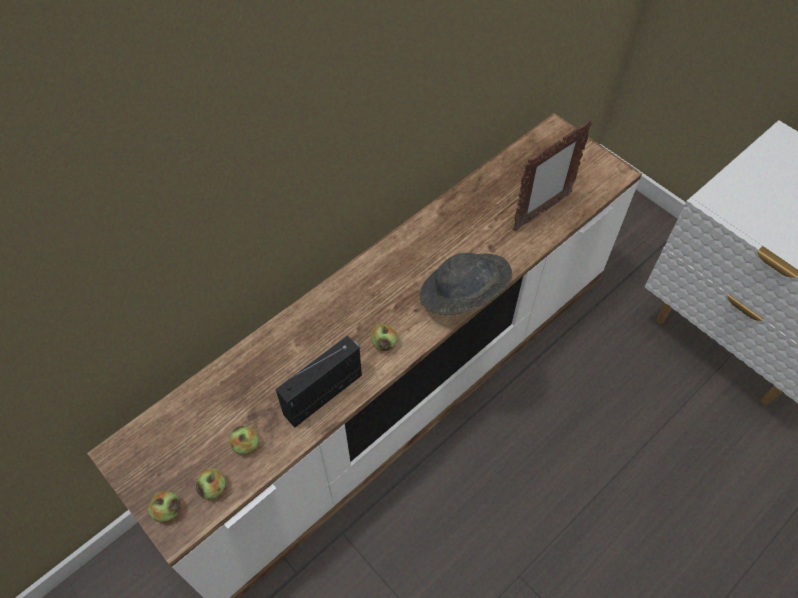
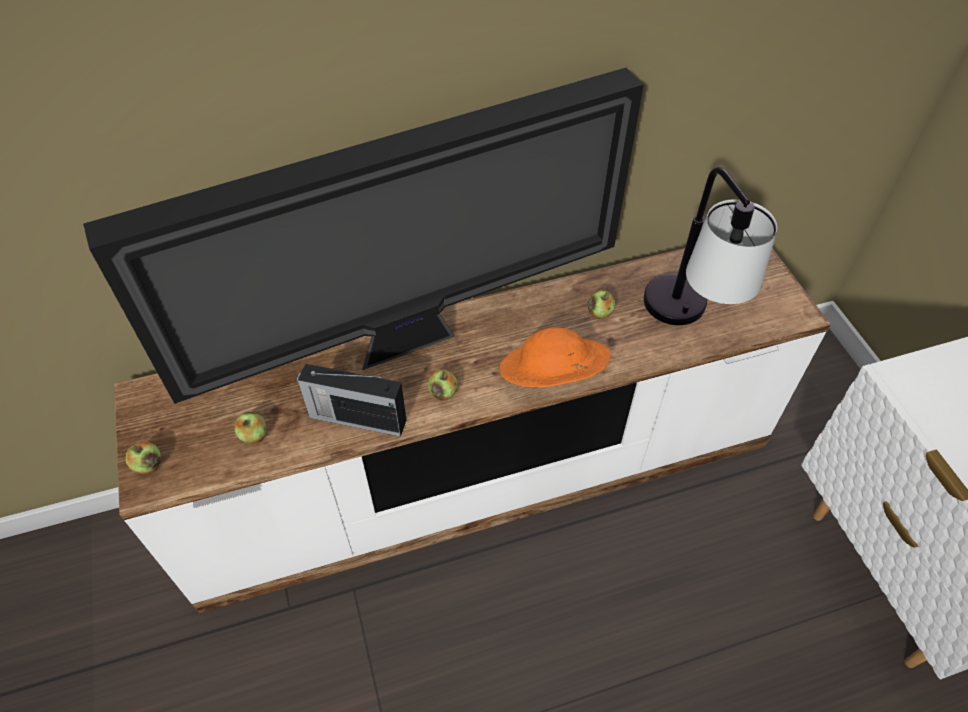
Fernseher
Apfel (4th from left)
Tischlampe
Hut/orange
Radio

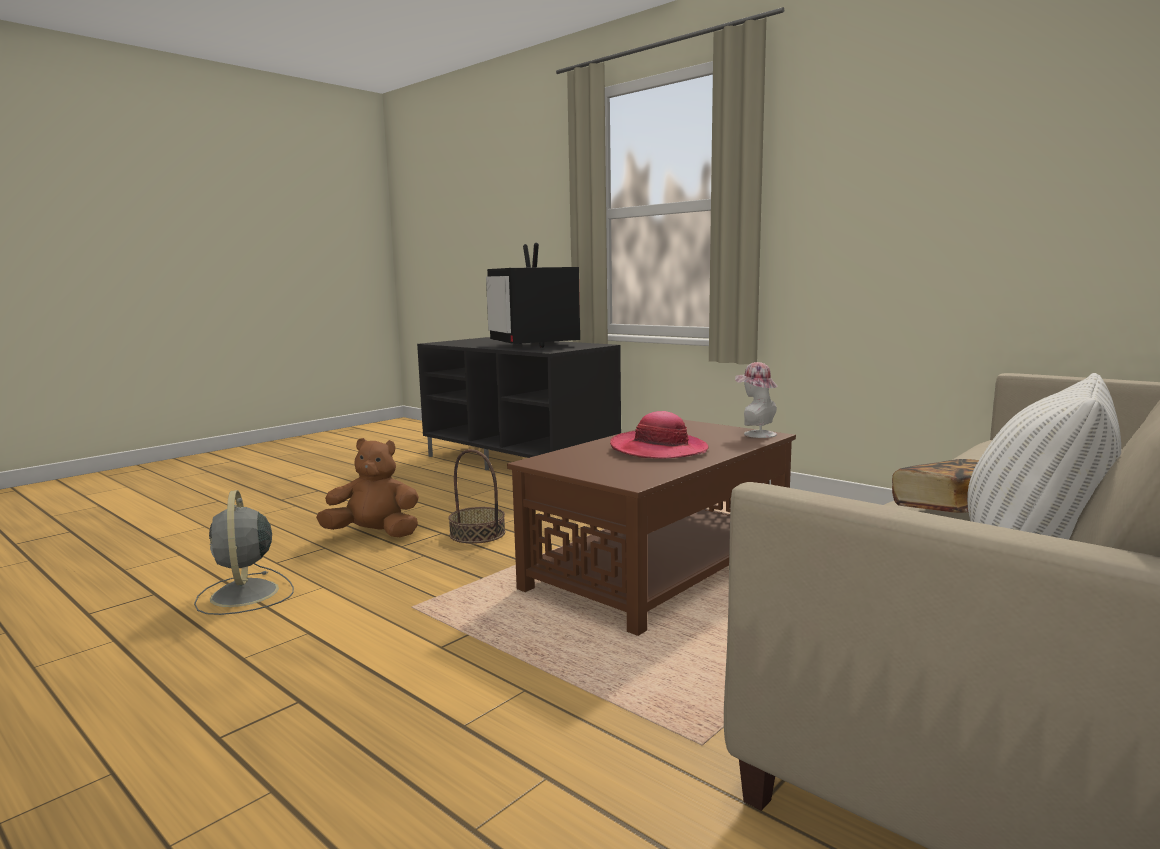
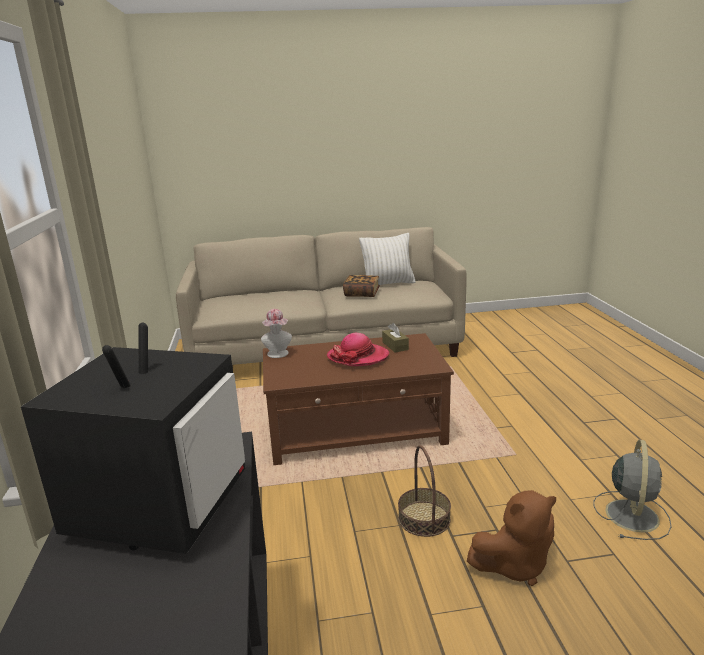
Taschentuchbox/braun
Plüschtier/braun

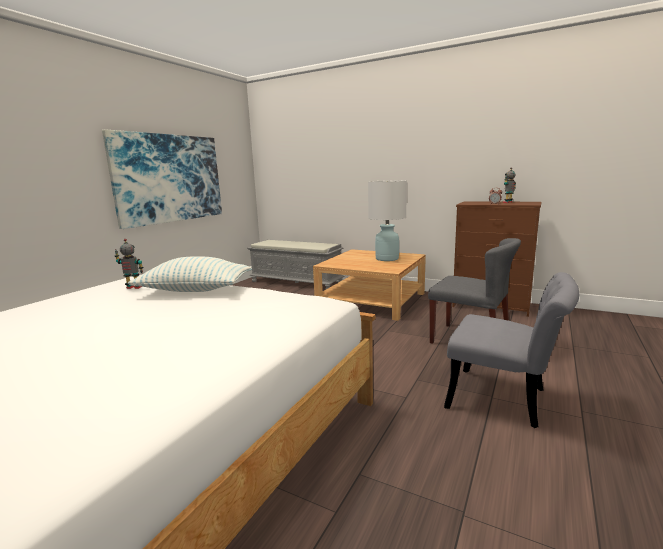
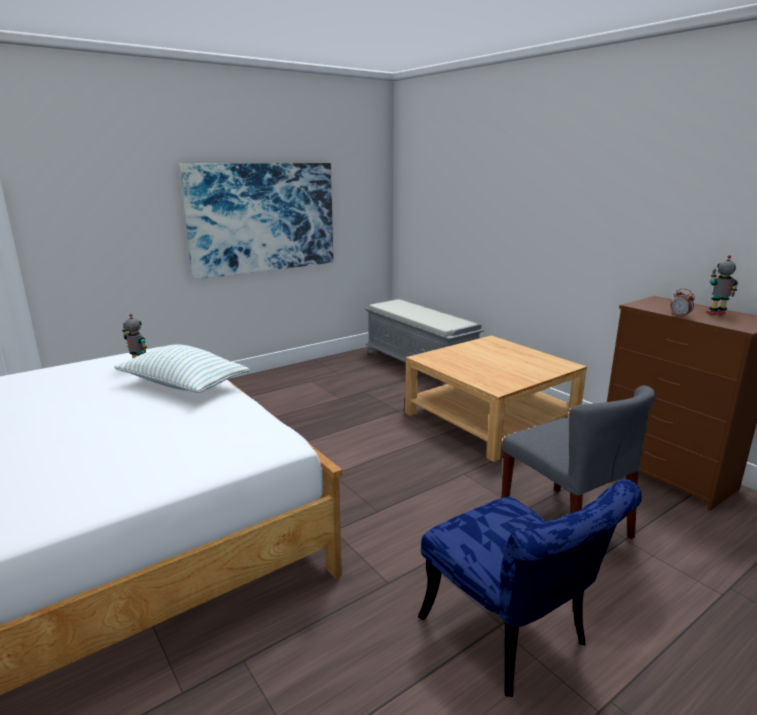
Tischlampe/weiß
Stuhl/blau

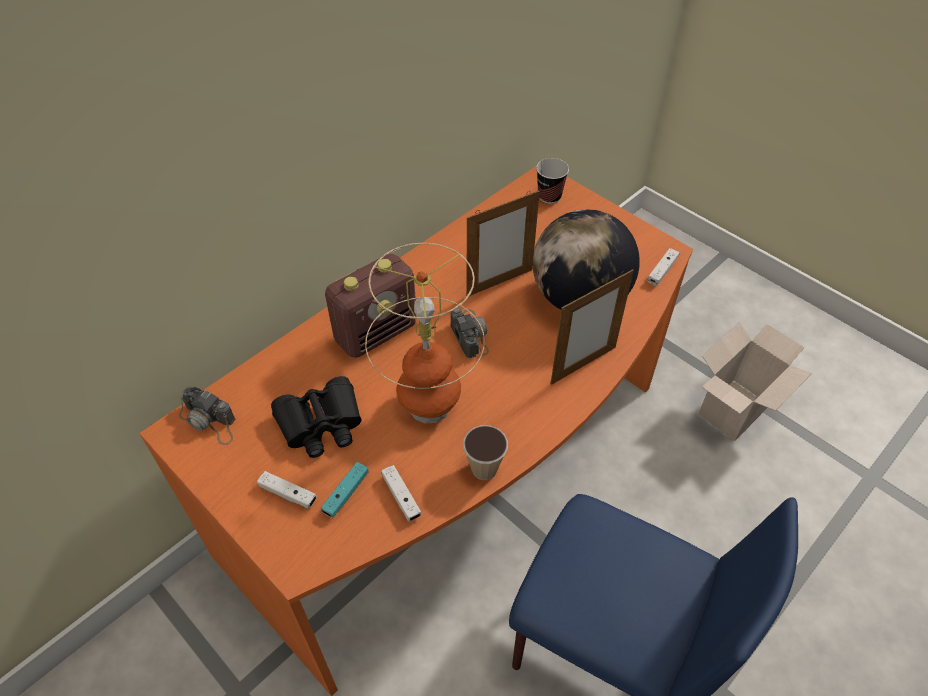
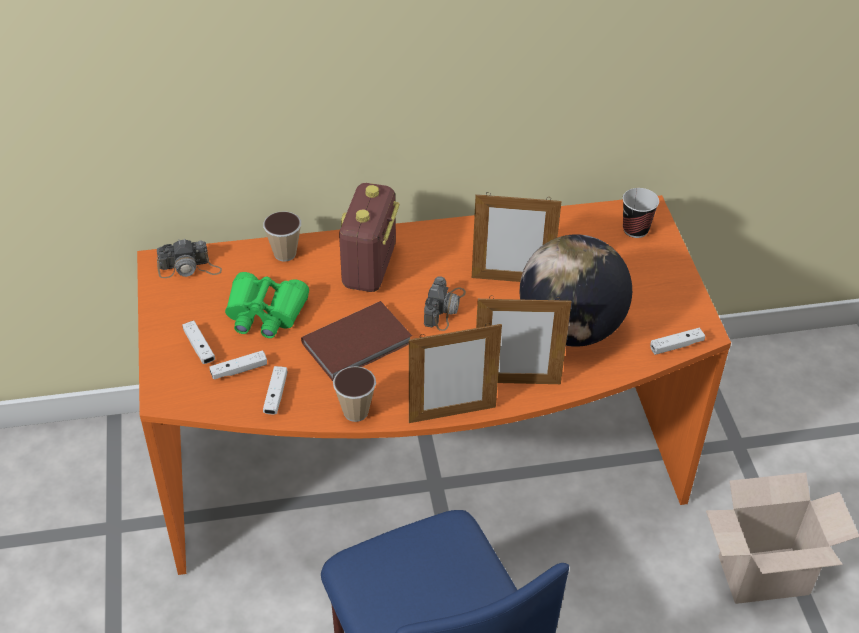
Tasse (1st from left)
Bilderrahmen (1st from left)
Buch/braun
Fernglas/grün
Gamepad/weiß (2nd from left)
Kamera (1st from left)
Radio

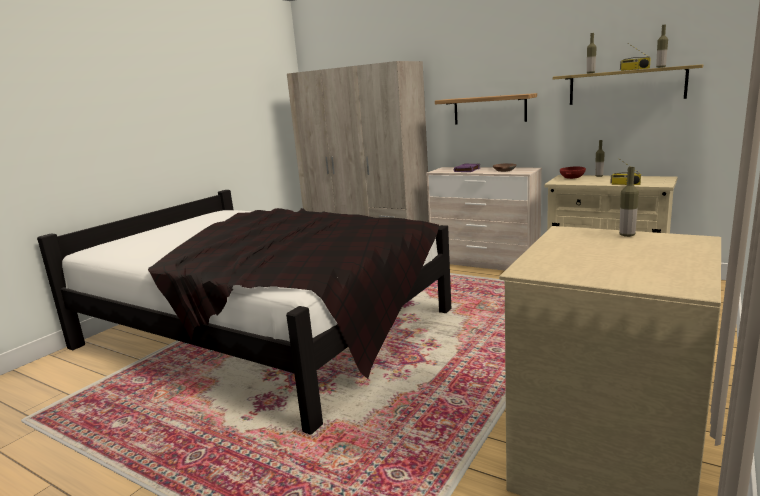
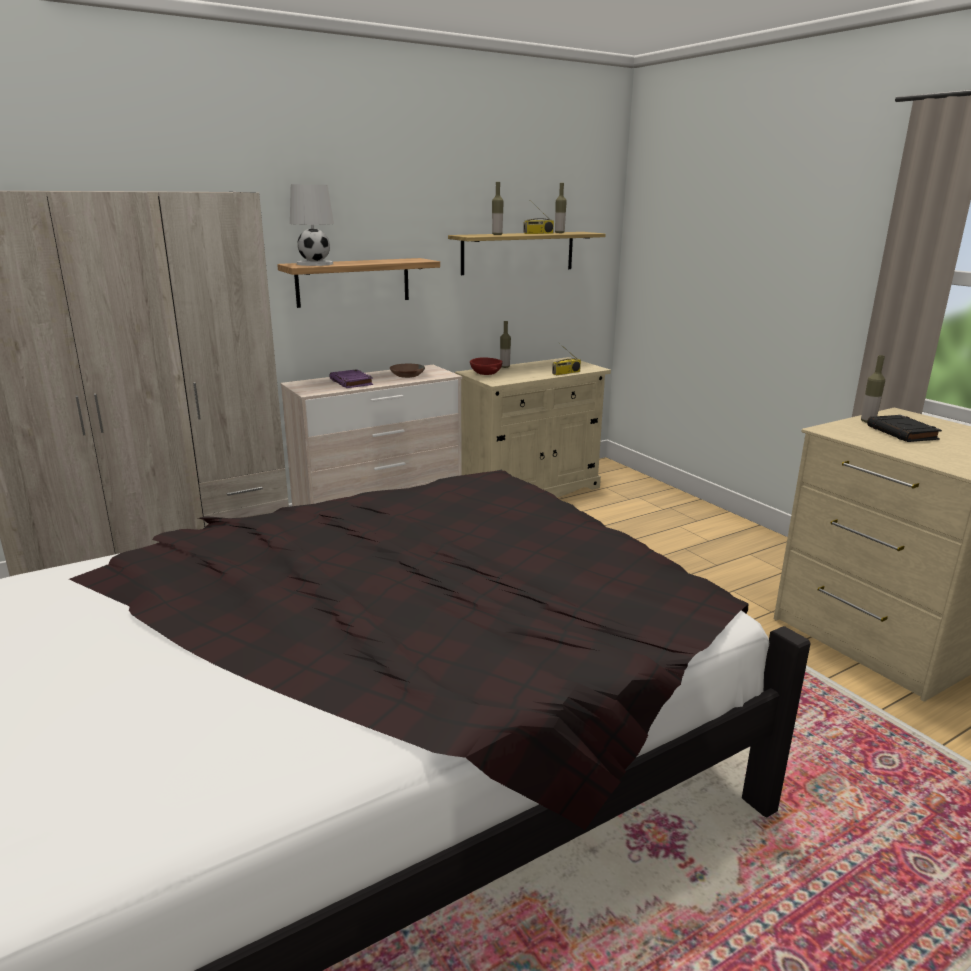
Tischlampe/weiß
Buch/schwarz

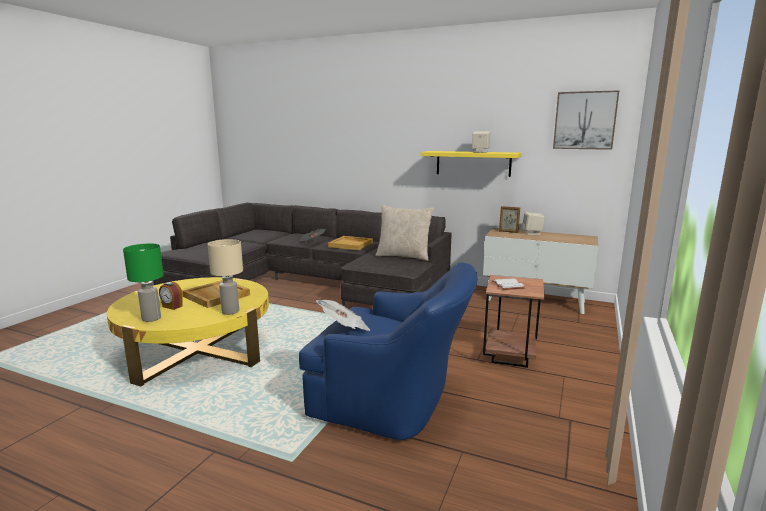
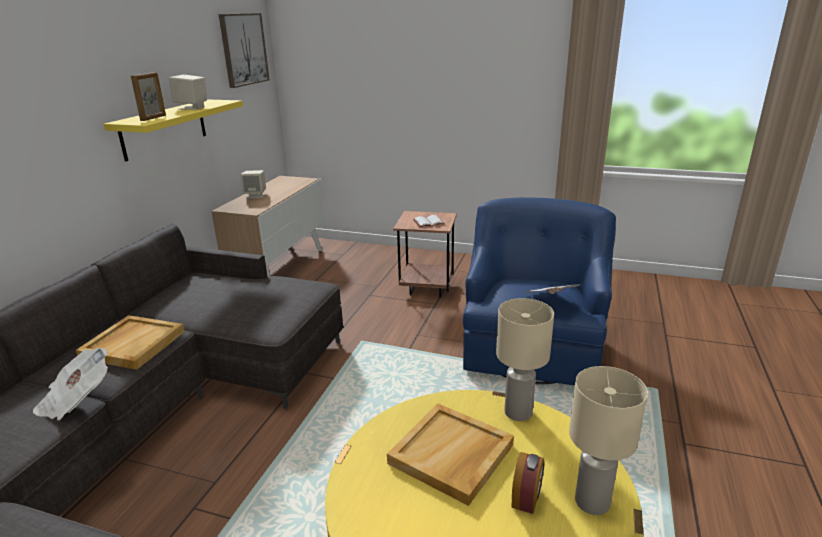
Kissen/beige
Bilderrahmen
Tischlampe/beige (2nd from left)

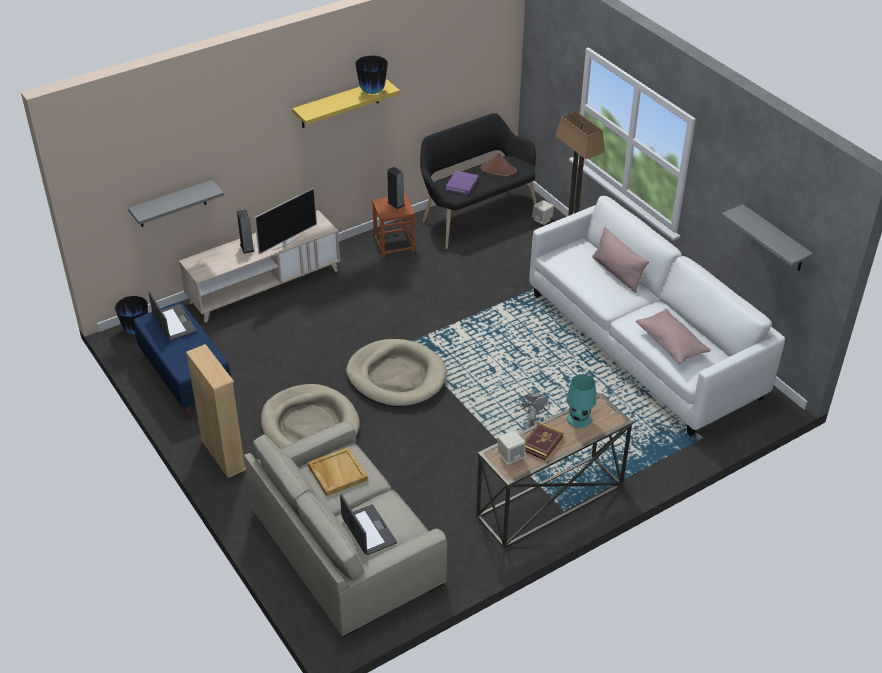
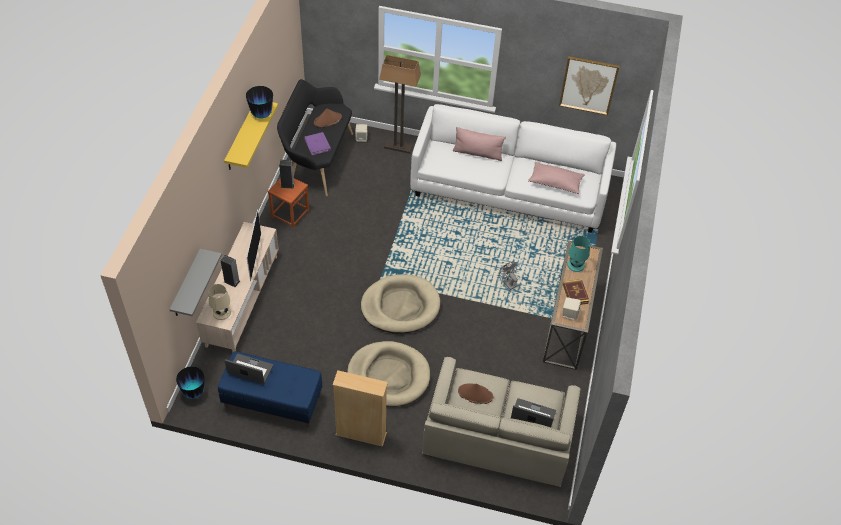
Tischlampe/beige
Hut/braun (2nd from left)
Bild

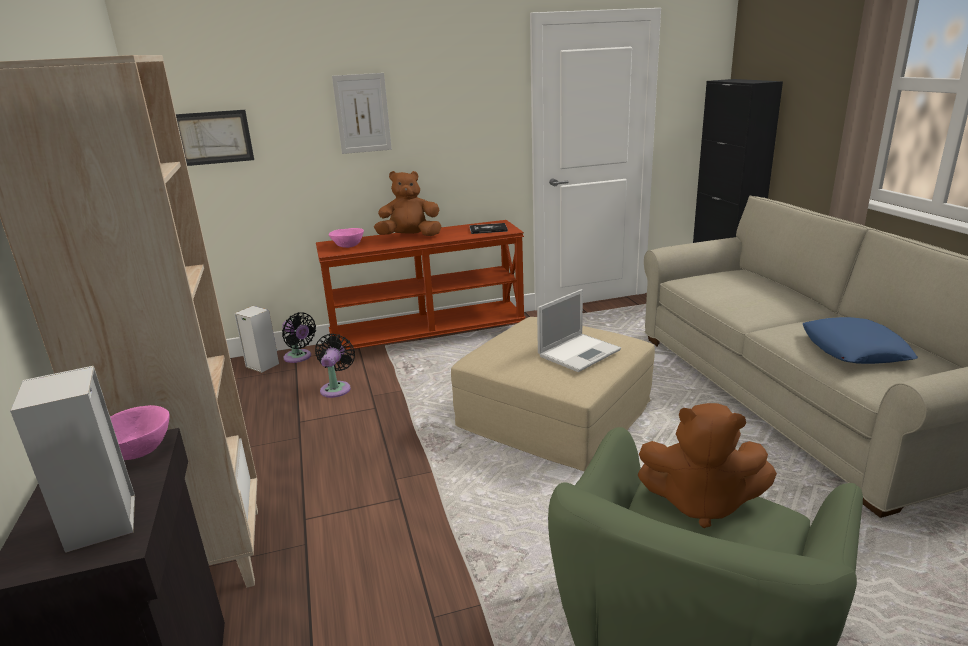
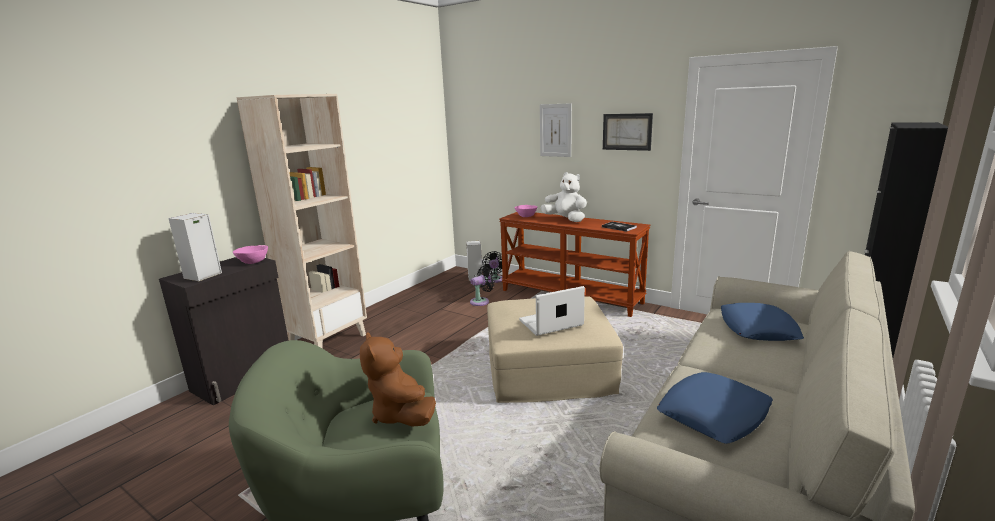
Kissen/blau (2nd from left)
Bild (2nd from left)
Plüschtier/weiß
Laptop

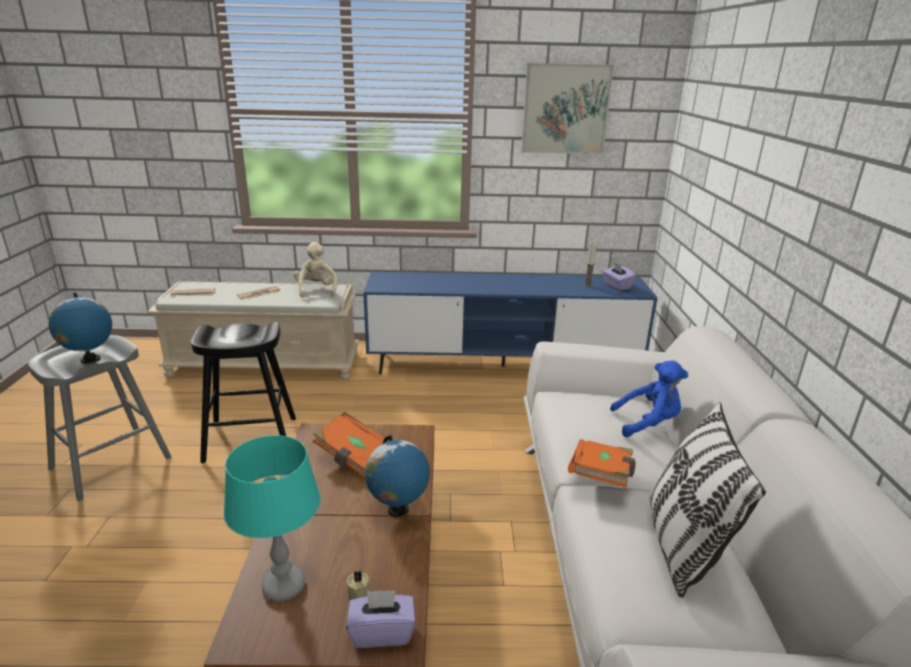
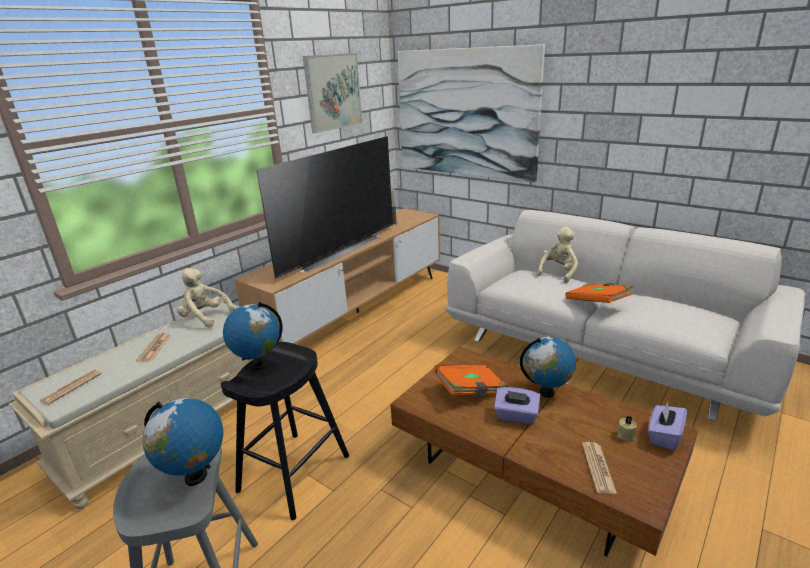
Kissen
Globus (2nd from left)
Fernseher
Bild (2nd from left)
Taschentuchbox/lila (1st from left)
Zeitung (3rd from left)
Fernsehschrank/braun
Plüschtier/beige (2nd from left)

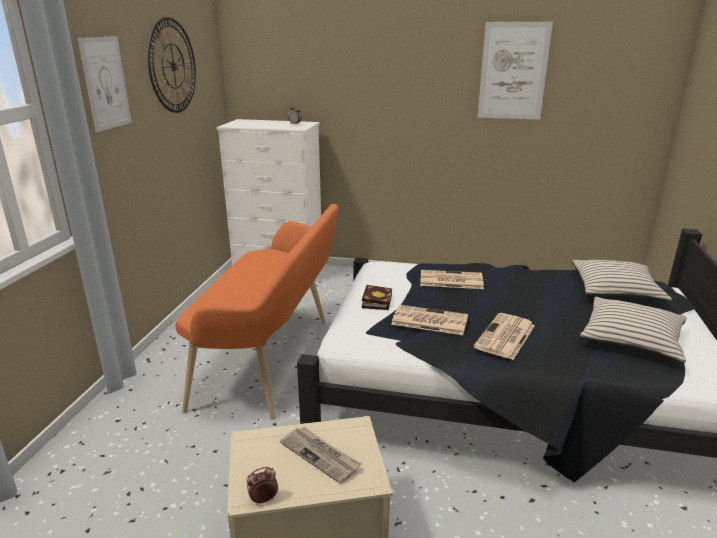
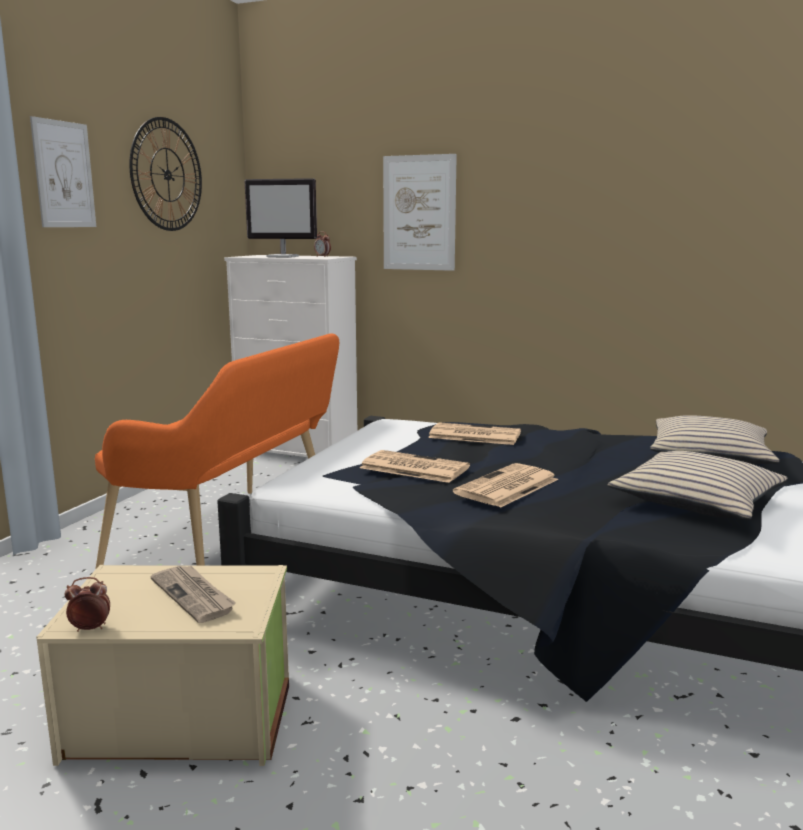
Buch
Monitor
Bild (2nd from left)

